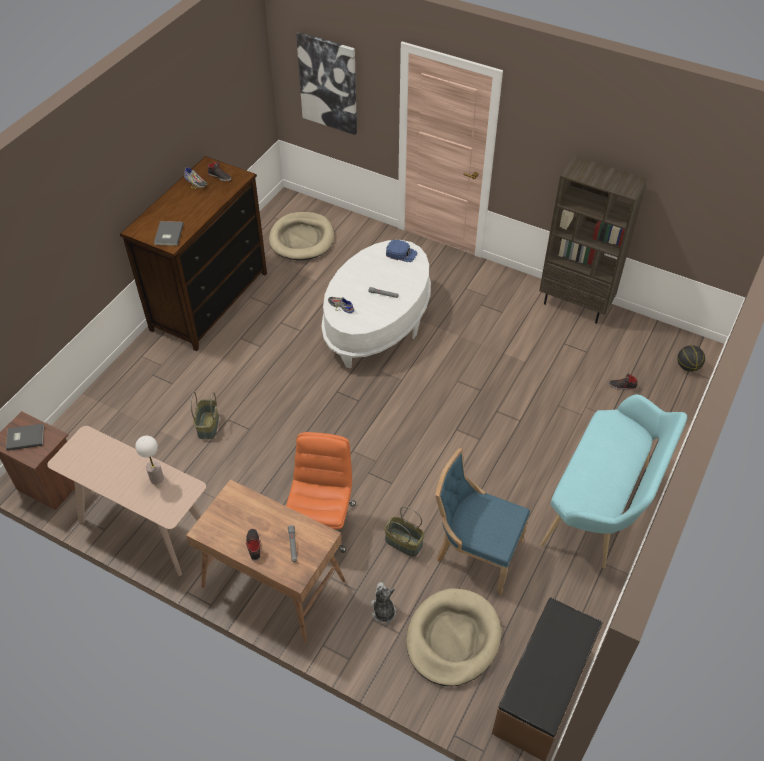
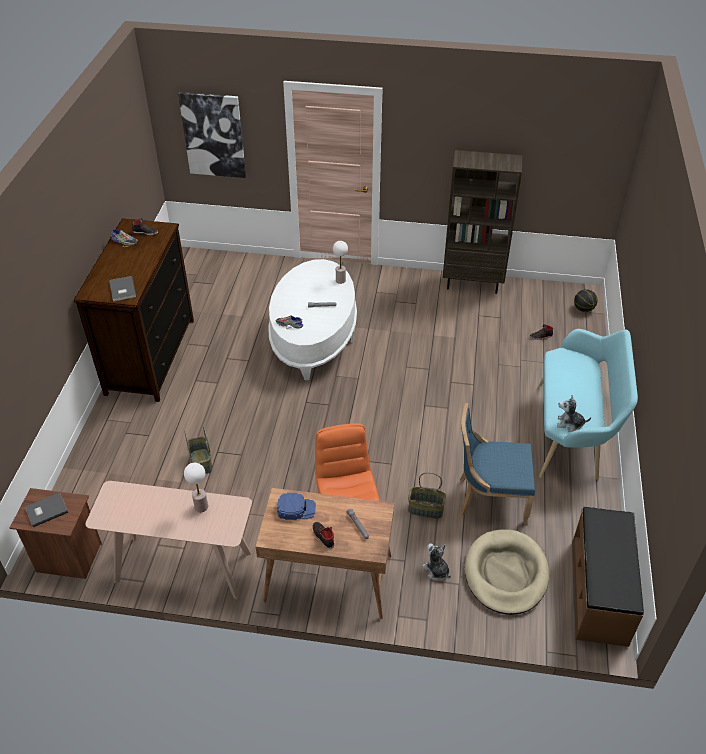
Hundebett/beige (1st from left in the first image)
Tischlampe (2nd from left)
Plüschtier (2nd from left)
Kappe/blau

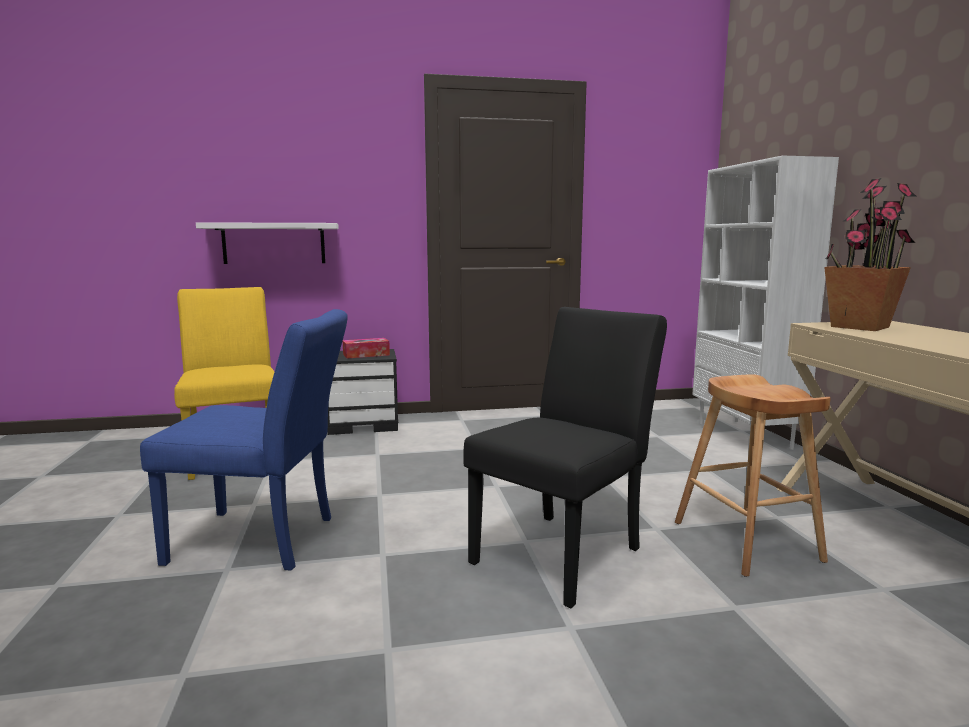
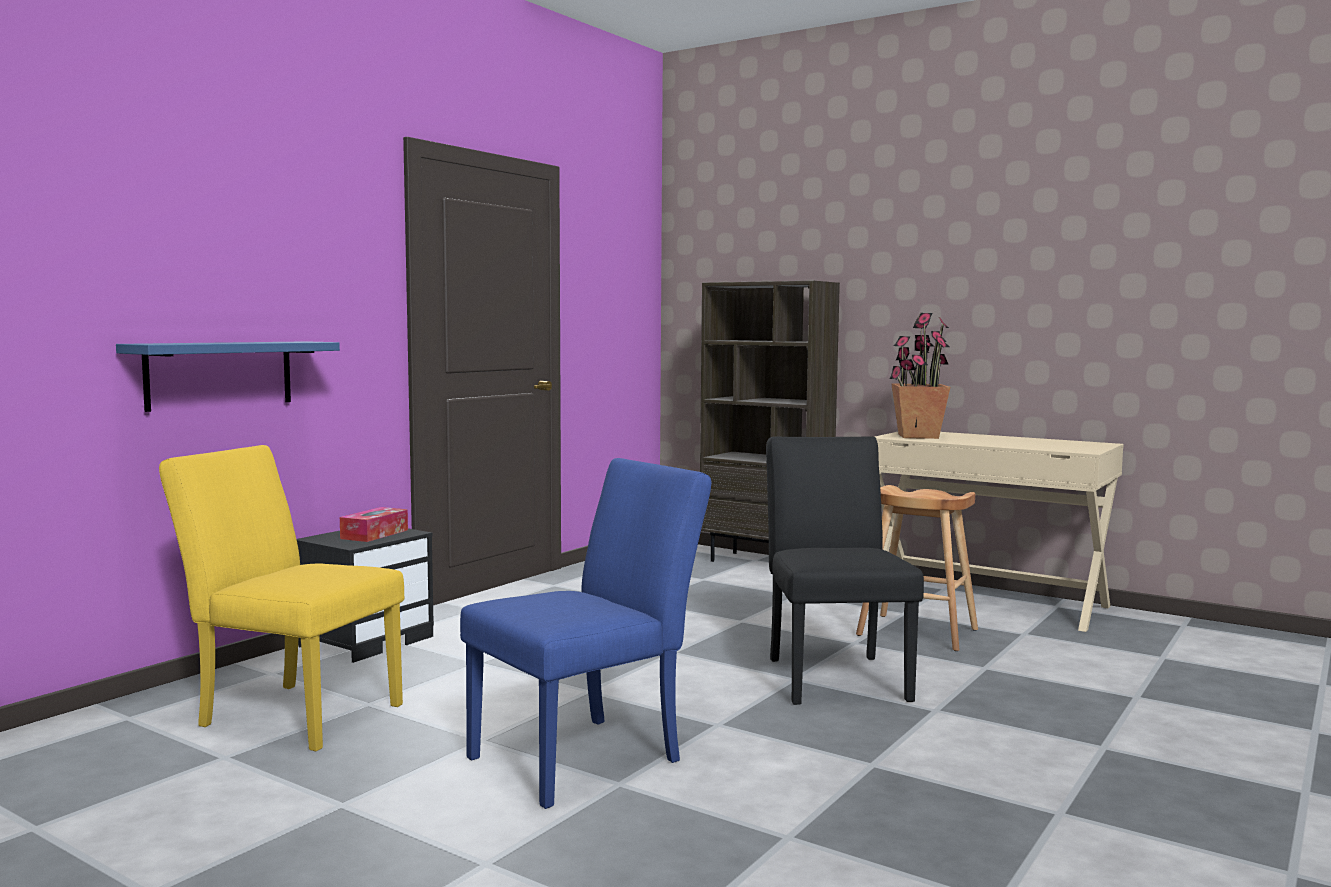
Wandregal/blau
Bücherregal/braun

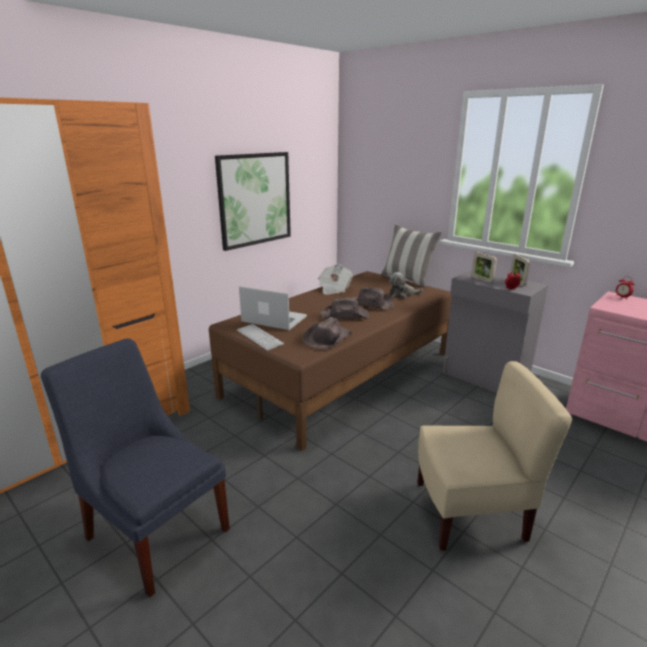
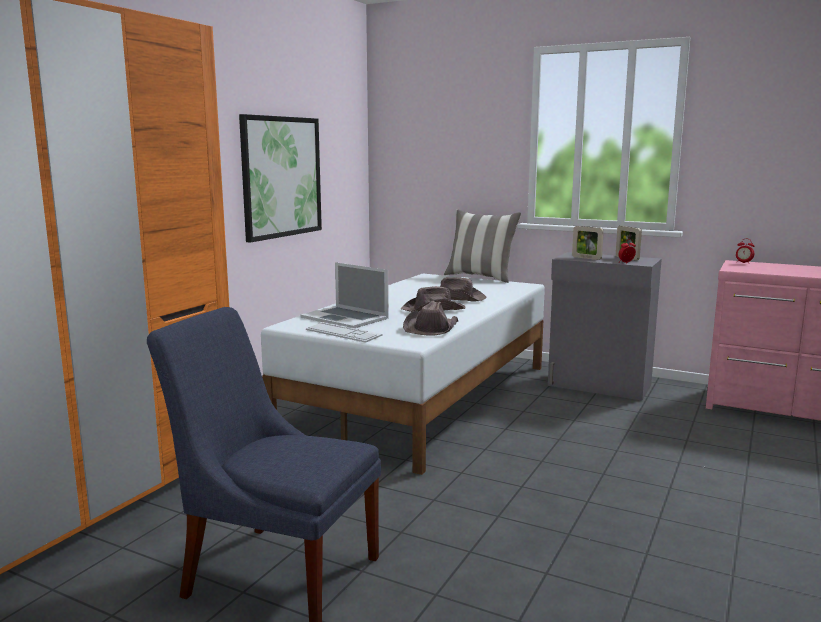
Zeitung
Plüschtier
Stuhl/beige
Bett/weiß
Laptop

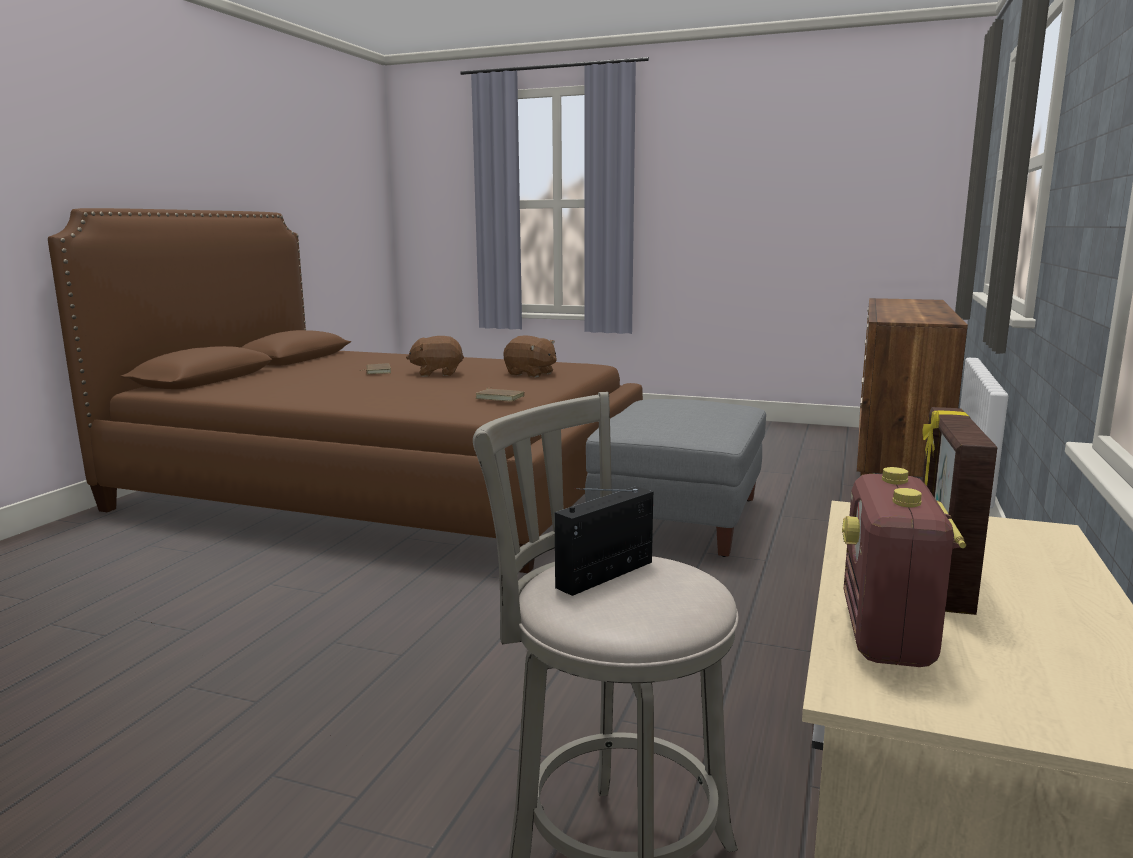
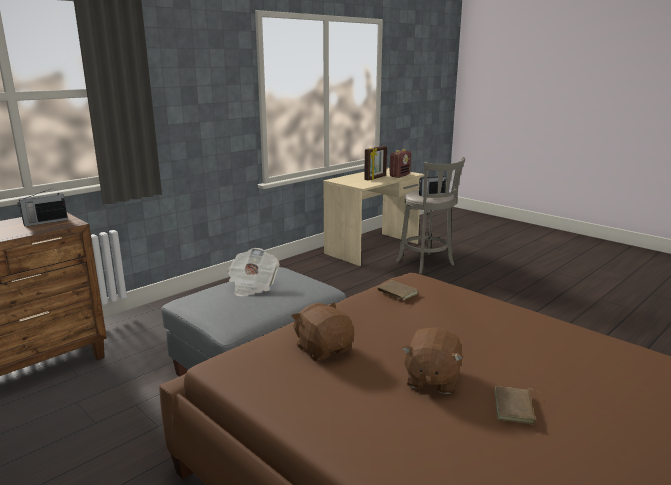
Radio (1st from left)
Zeitung
Plüschtier/braun (2nd from left)

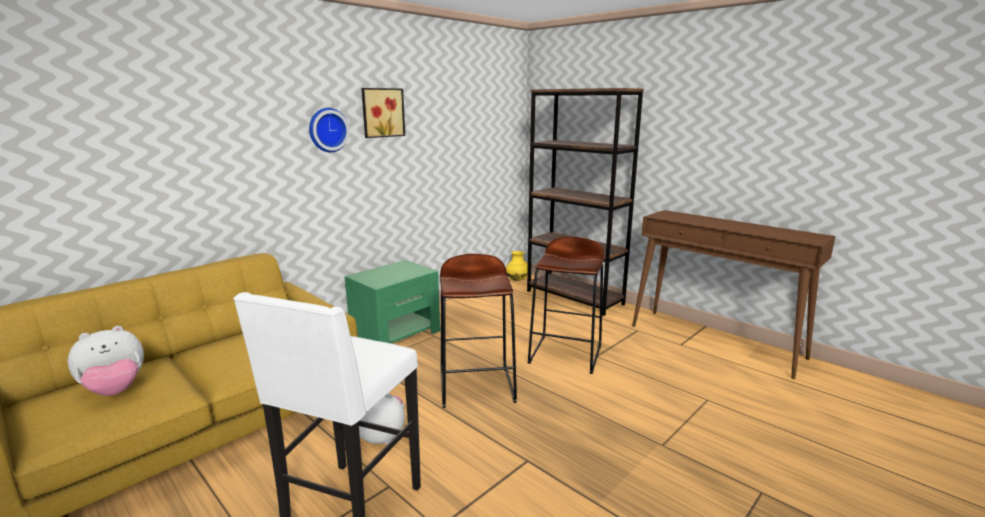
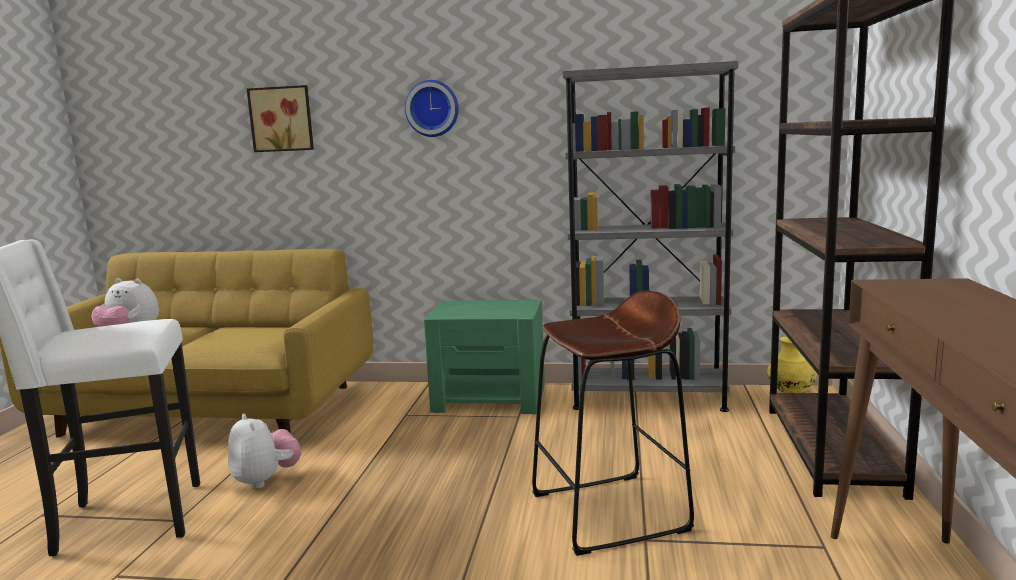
Hocker/braun (1st from left in the first image)
Bücherregal/grau
Bild

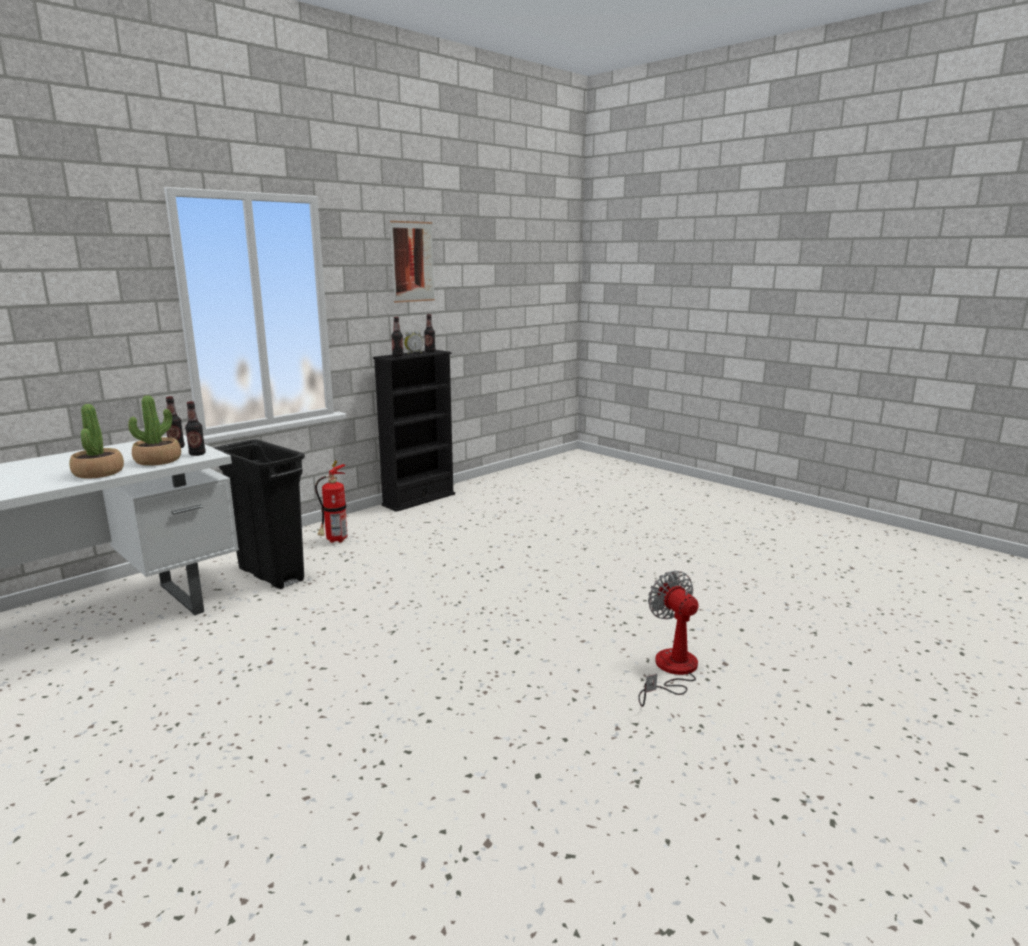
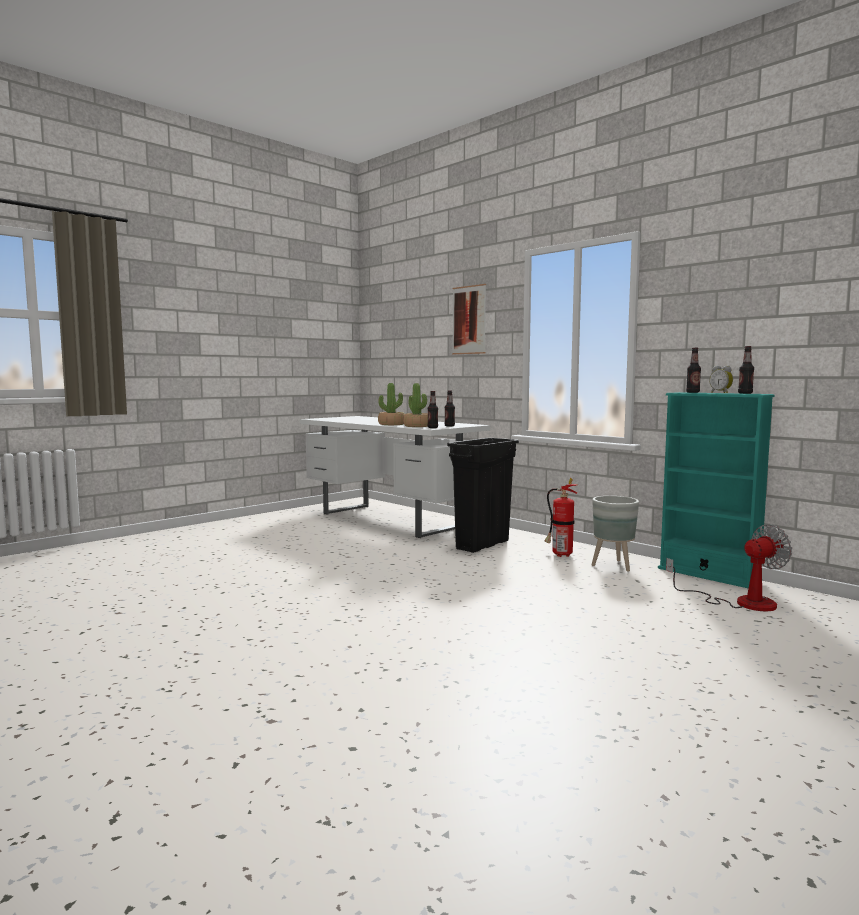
Pflanzkübel/grau
Bild
Ventilator
Bücherregal/türkis

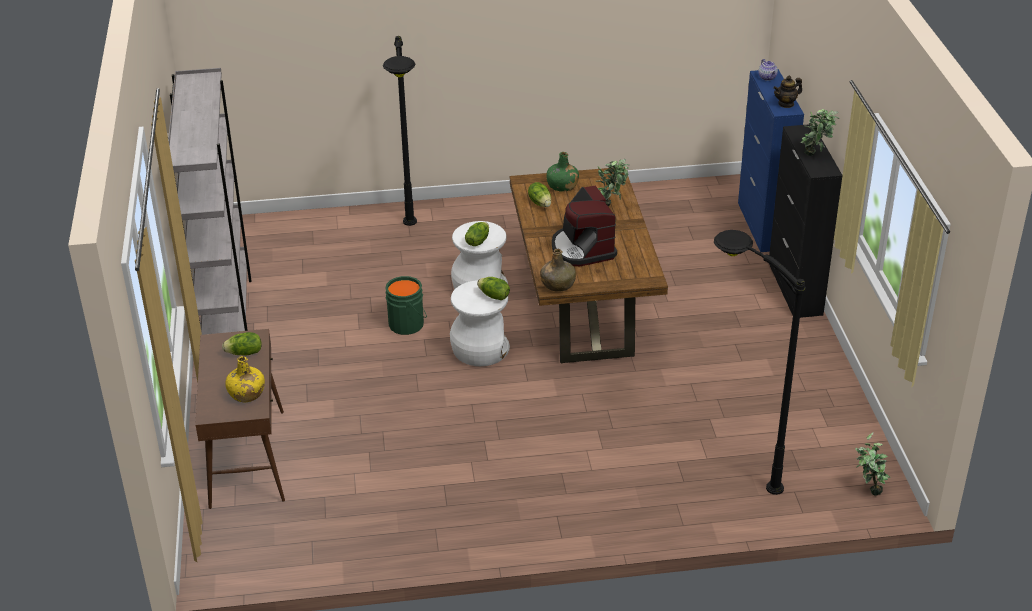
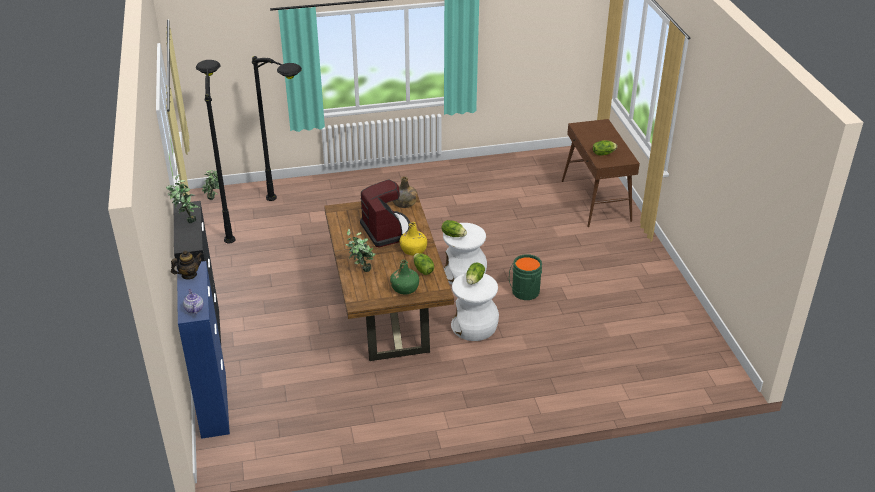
Bücherregal/grau
Flasche/gelb
Stehlampe/schwarz (1st from left)

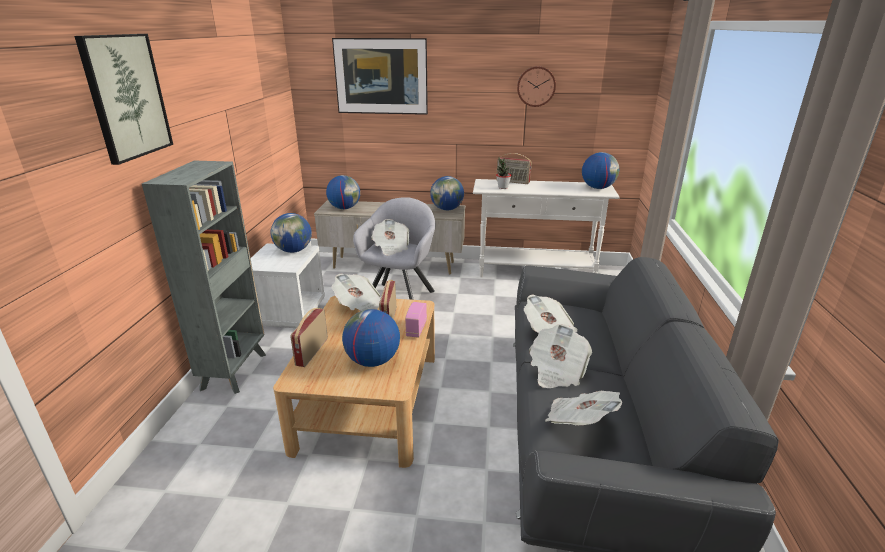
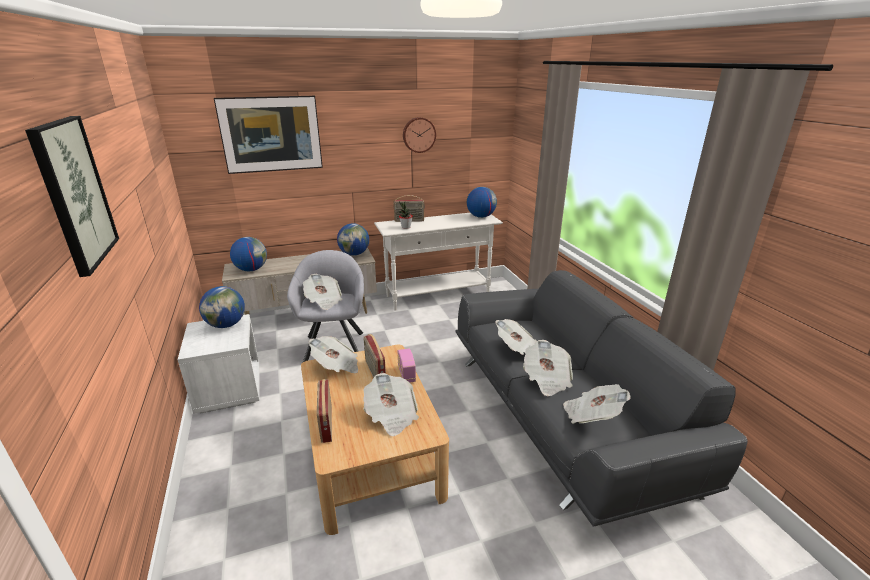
Bücherregal/grau
Zeitung (3rd from left)

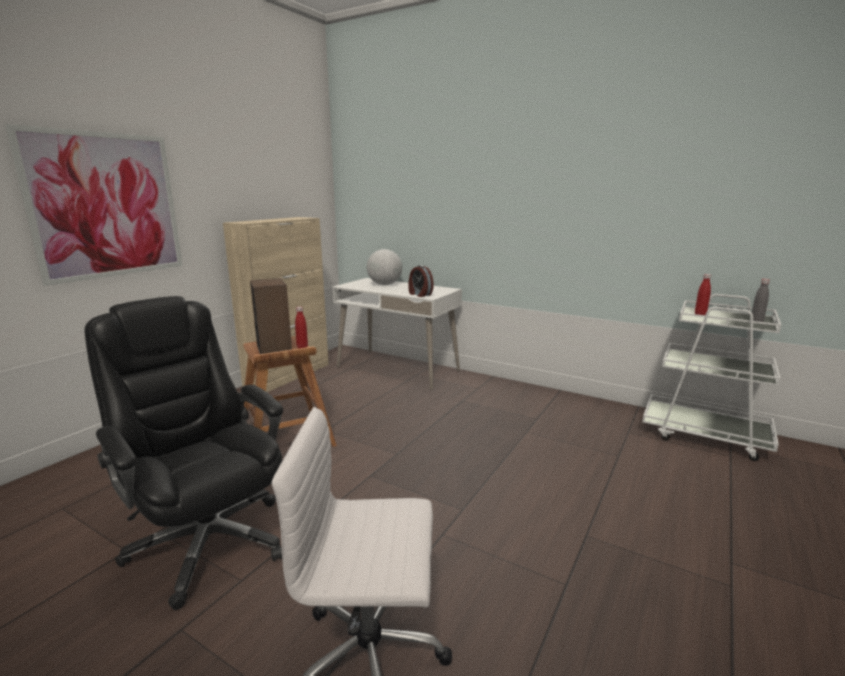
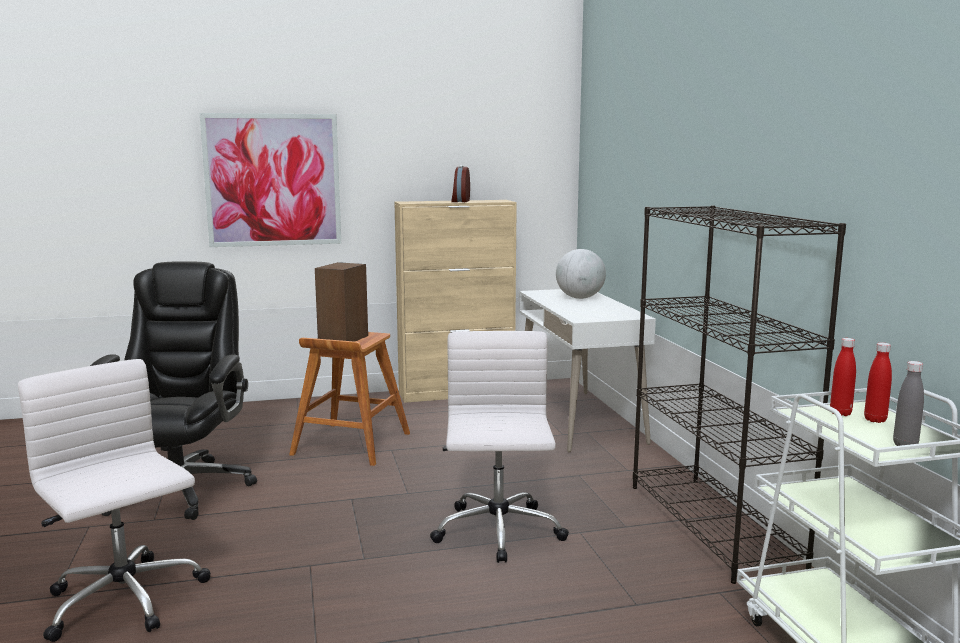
Bürostuhl/weiß (2nd from left)
Bücherregal/schwarz
Flasche/rot (2nd from left)
Wecker

